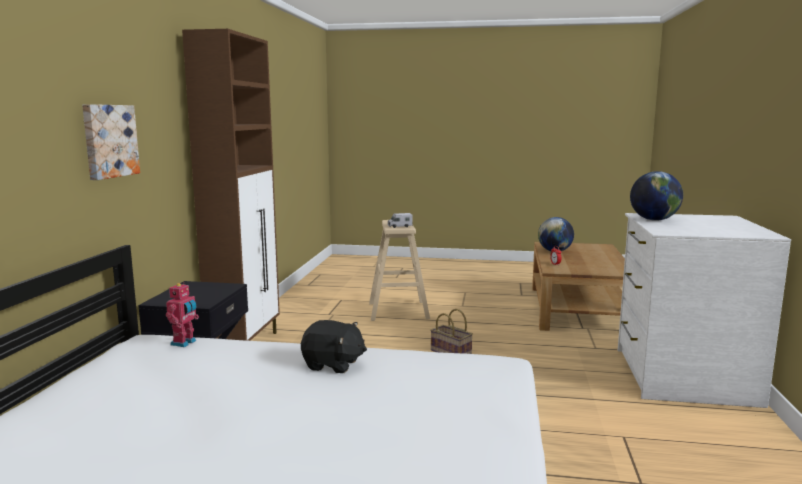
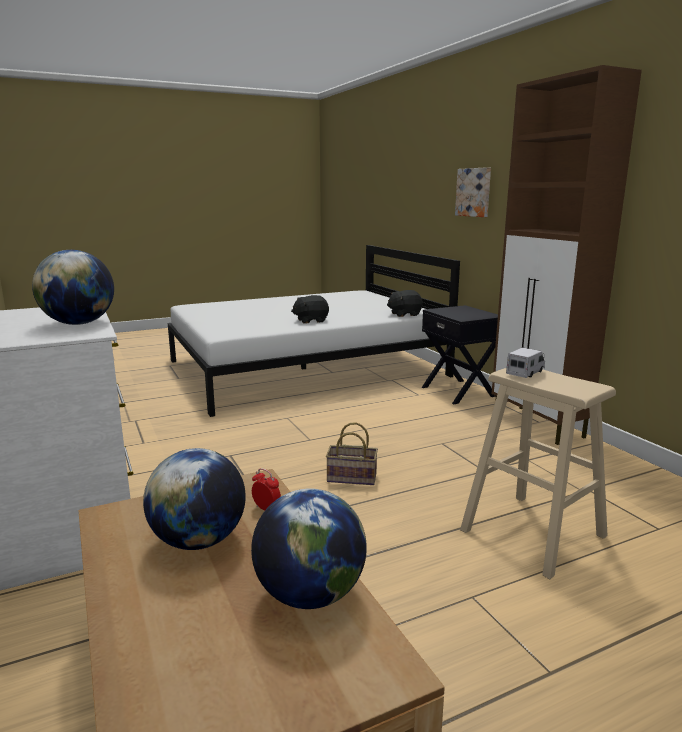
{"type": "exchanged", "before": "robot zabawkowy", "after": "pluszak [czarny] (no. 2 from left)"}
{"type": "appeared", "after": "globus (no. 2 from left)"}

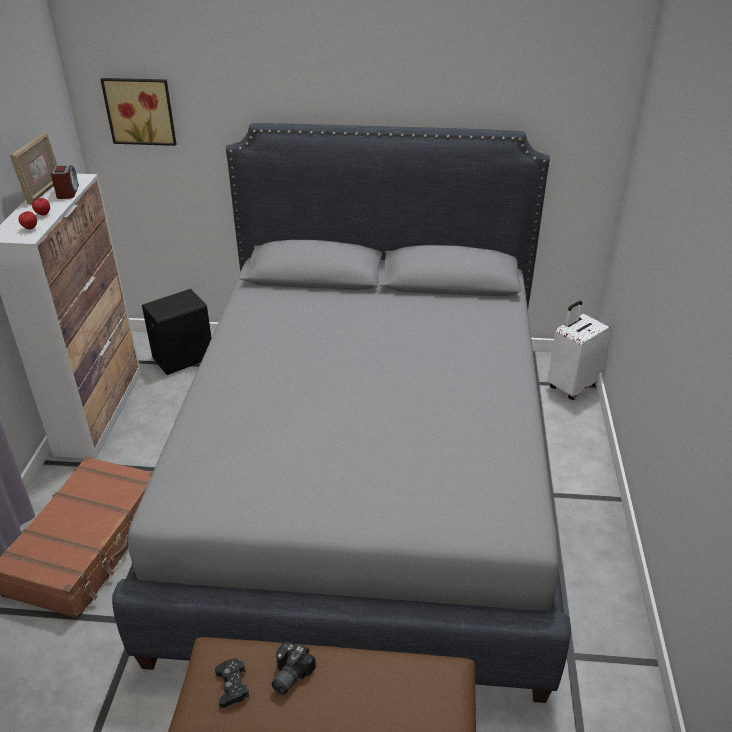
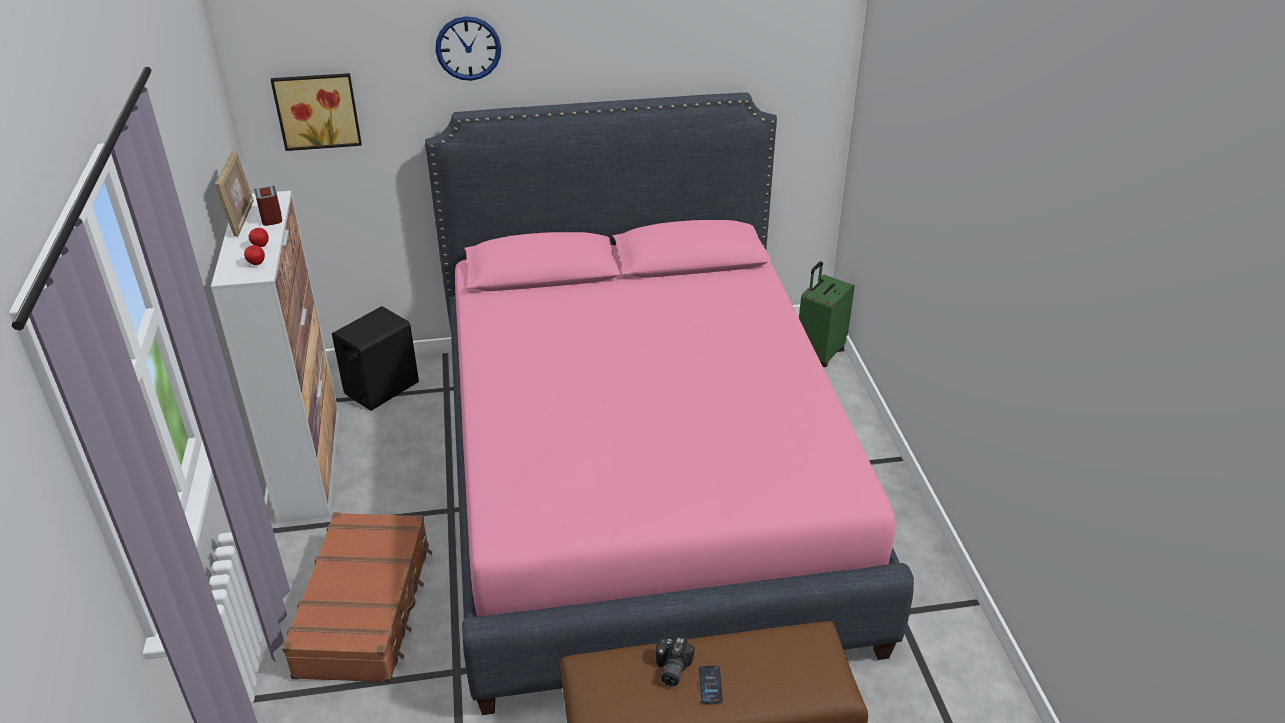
{"type": "colour", "before": "łóżko [szary]", "after": "łóżko [różowy]"}
{"type": "missing", "before": "pad do gier [czarny]"}
{"type": "colour", "before": "walizka [biały]", "after": "walizka [zielony]"}
{"type": "appeared", "after": "zegar ścienny"}
{"type": "appeared", "after": "telefon"}

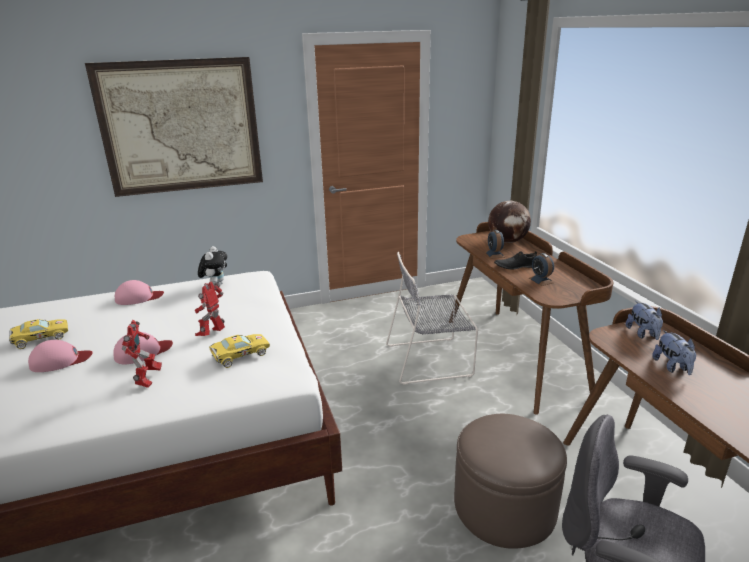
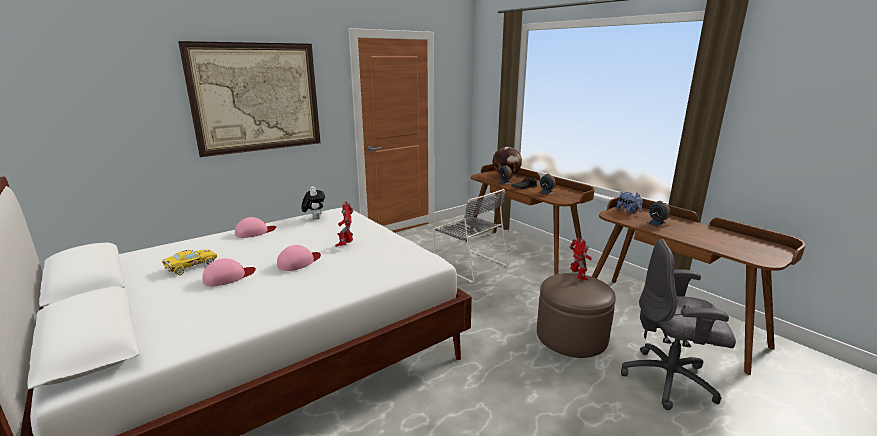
{"type": "relocated", "before": "robot zabawkowy (no. 1 from left in the first image)", "after": "robot zabawkowy (no. 2 from left)"}
{"type": "missing", "before": "samochodzik [żółty] (no. 2 from left)"}
{"type": "spun", "before": "krzesło [szary]", "turn": -105}
{"type": "exchanged", "before": "pluszak (no. 3 from left)", "after": "budzik (no. 3 from left)"}

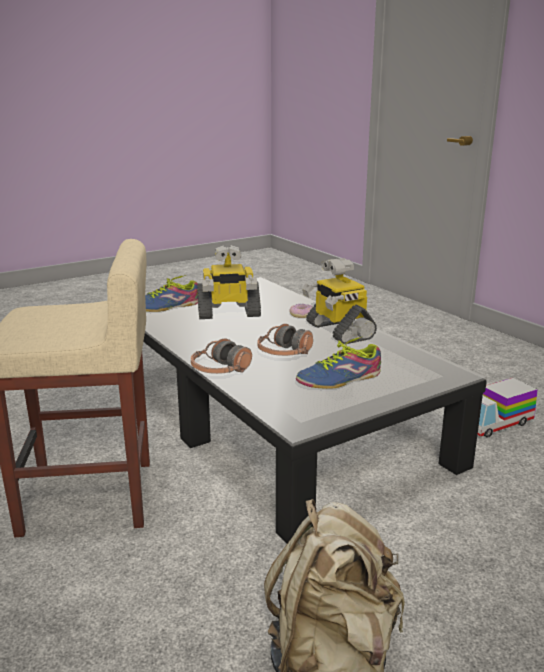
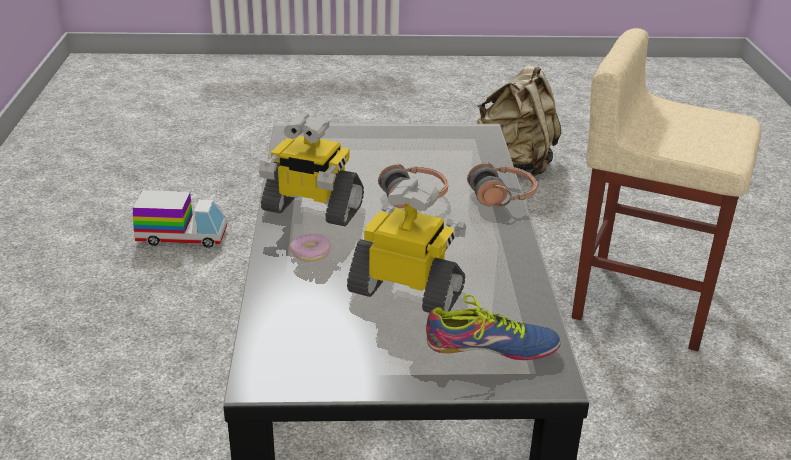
{"type": "missing", "before": "but (no. 2 from left)"}
{"type": "spun", "before": "robot zabawkowy (no. 2 from left in the first image)", "turn": 105}

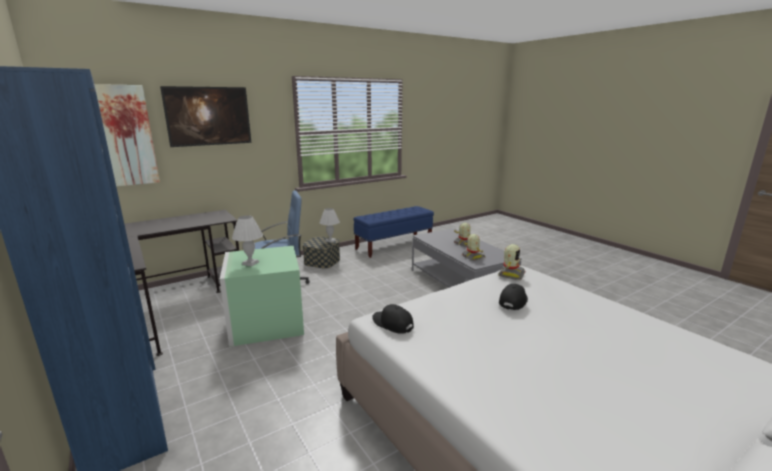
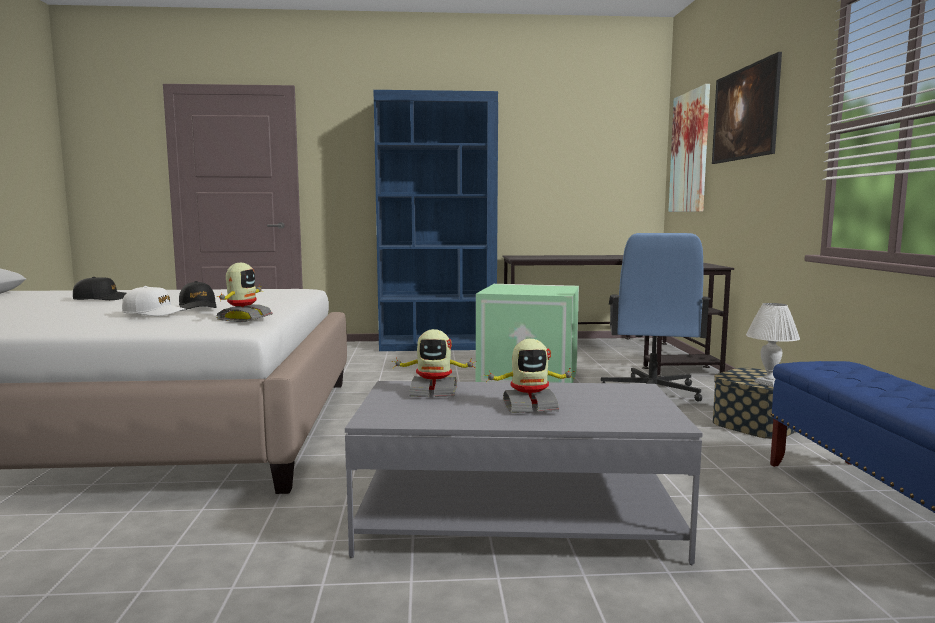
{"type": "missing", "before": "lampa stołowa [biały] (no. 1 from left)"}
{"type": "relocated", "before": "czapka z daszkiem [czarny] (no. 1 from left)"}
{"type": "spun", "before": "robot zabawkowy (no. 3 from left in the first image)", "turn": -135}
{"type": "appeared", "after": "czapka z daszkiem [biały]"}

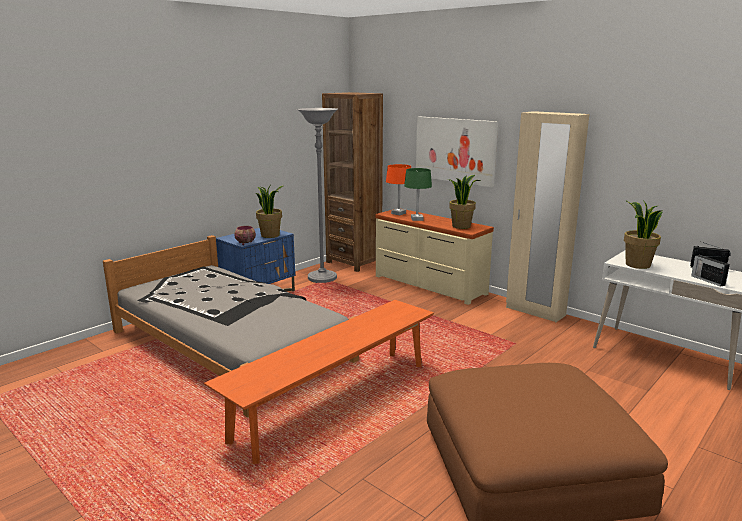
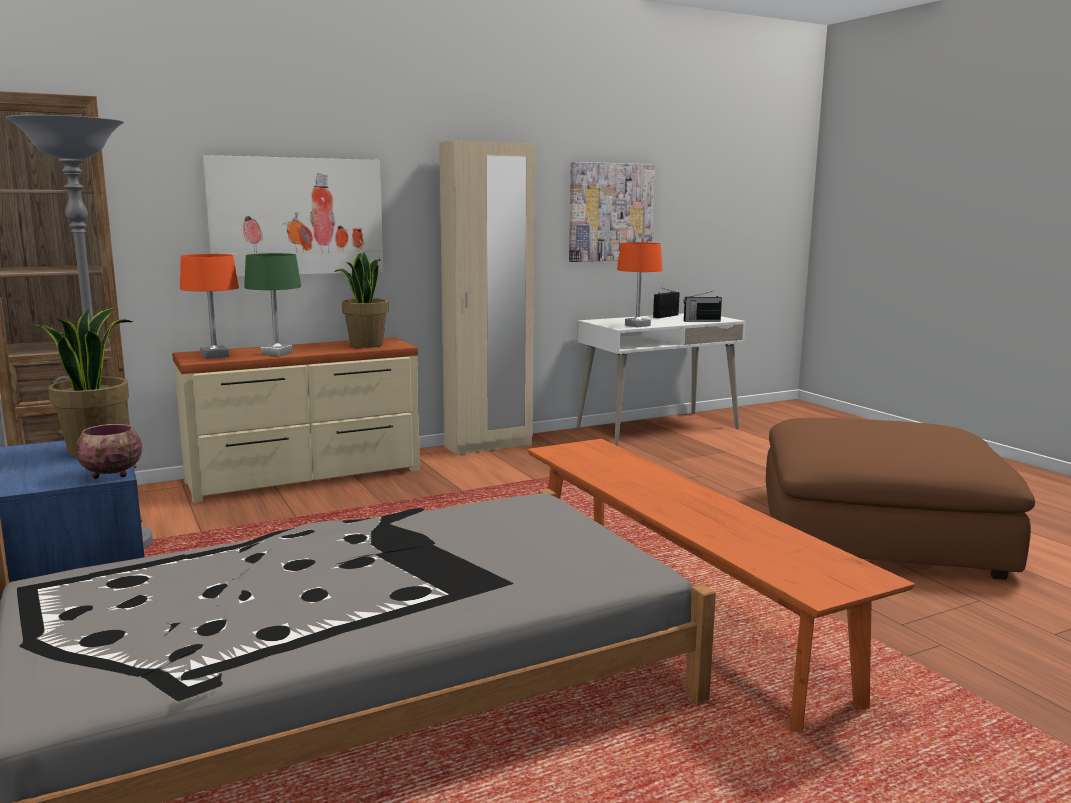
{"type": "exchanged", "before": "roślina doniczkowa (no. 3 from left)", "after": "lampa stołowa [pomarańczowy] (no. 2 from left)"}
{"type": "appeared", "after": "obraz (no. 2 from left)"}

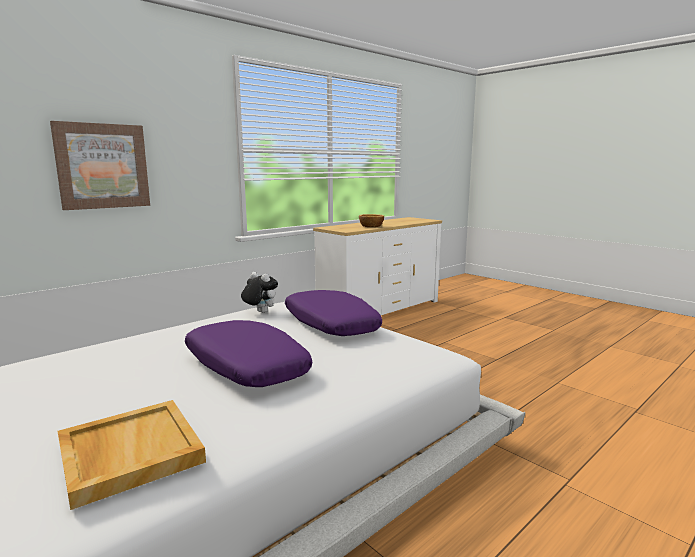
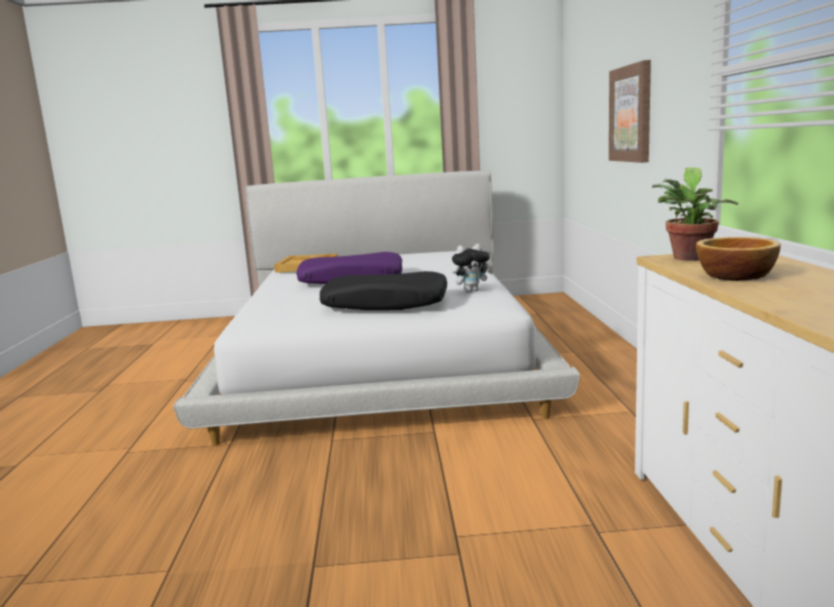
{"type": "colour", "before": "poduszka [fioletowy] (no. 2 from left)", "after": "poduszka [czarny]"}
{"type": "appeared", "after": "roślina doniczkowa"}

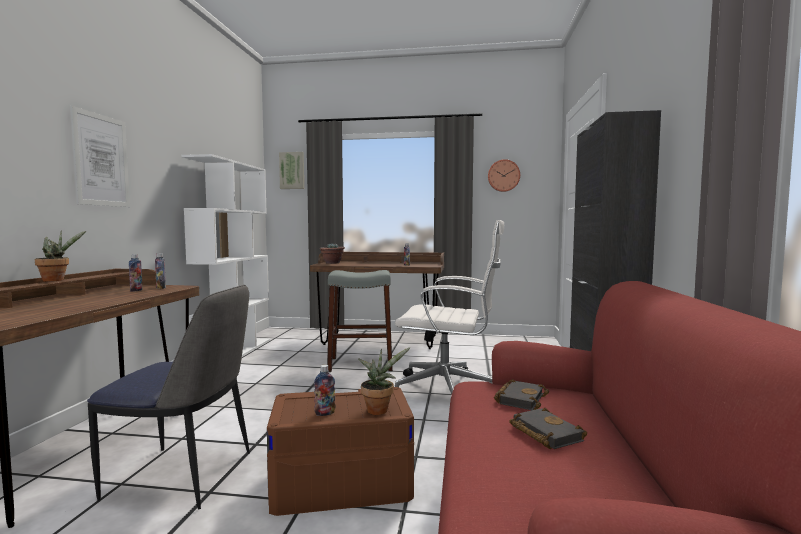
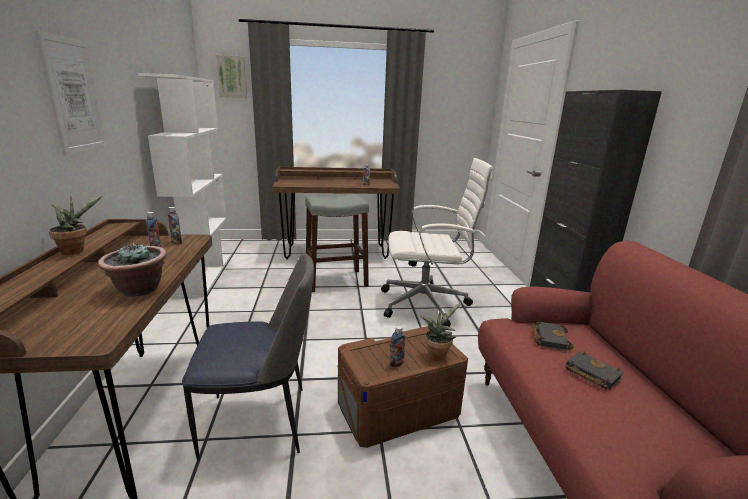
{"type": "relocated", "before": "roślina doniczkowa (no. 2 from left)"}
{"type": "missing", "before": "zegar ścienny"}

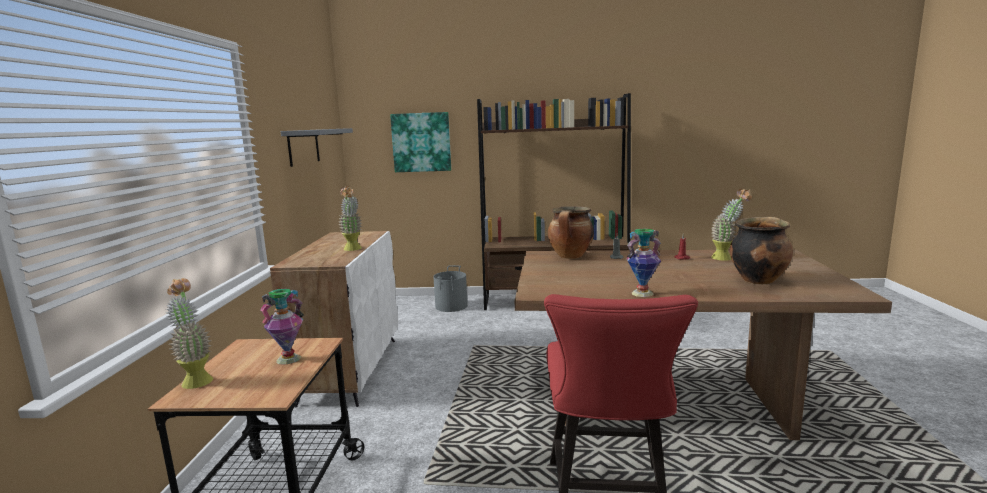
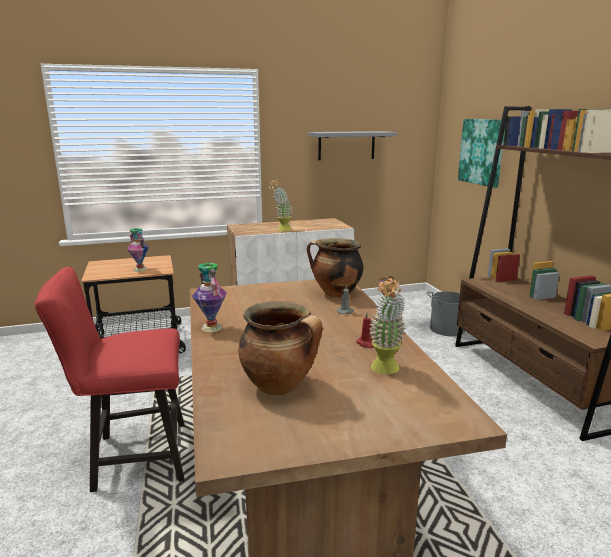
{"type": "missing", "before": "roślina doniczkowa (no. 1 from left)"}

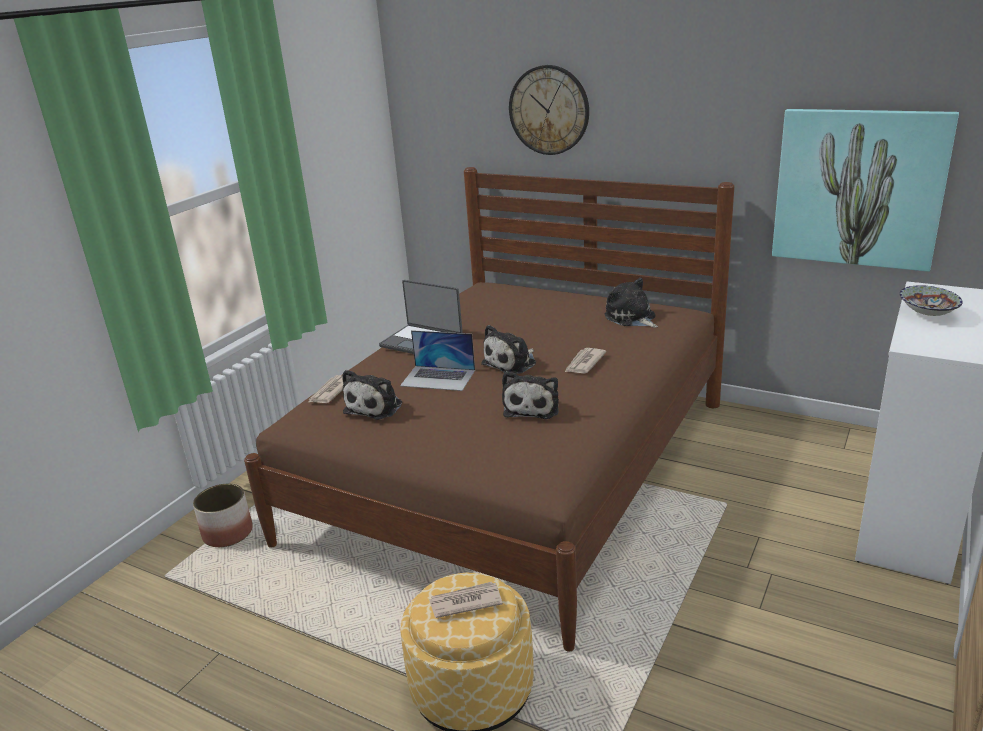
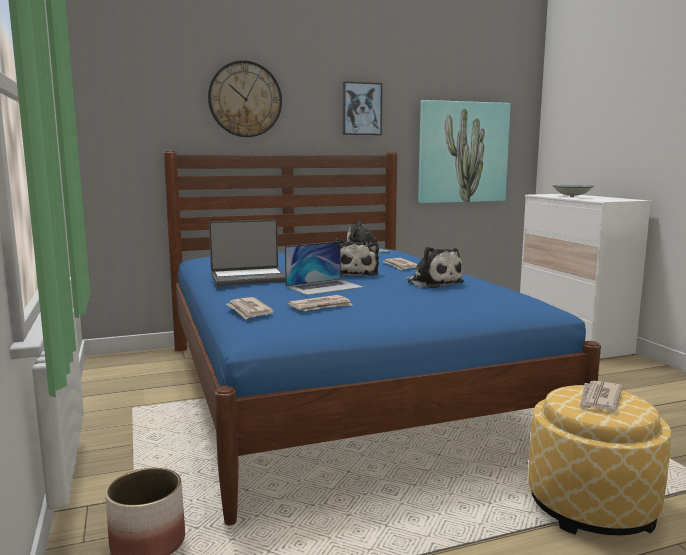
{"type": "colour", "before": "łóżko [brązowy]", "after": "łóżko [niebieski]"}
{"type": "exchanged", "before": "pluszak (no. 1 from left)", "after": "gazeta (no. 2 from left)"}
{"type": "appeared", "after": "obraz (no. 1 from left)"}

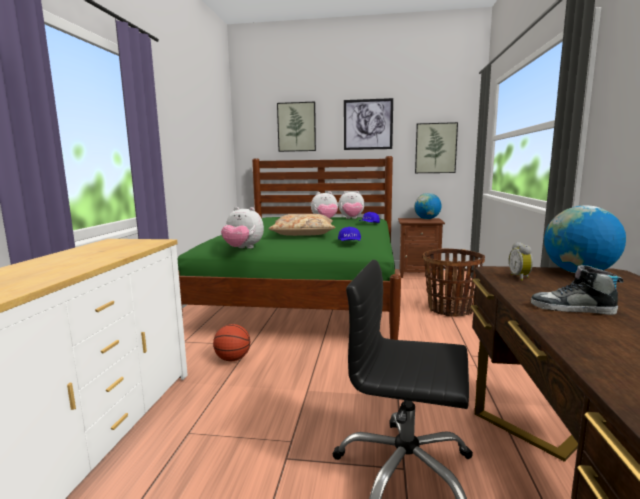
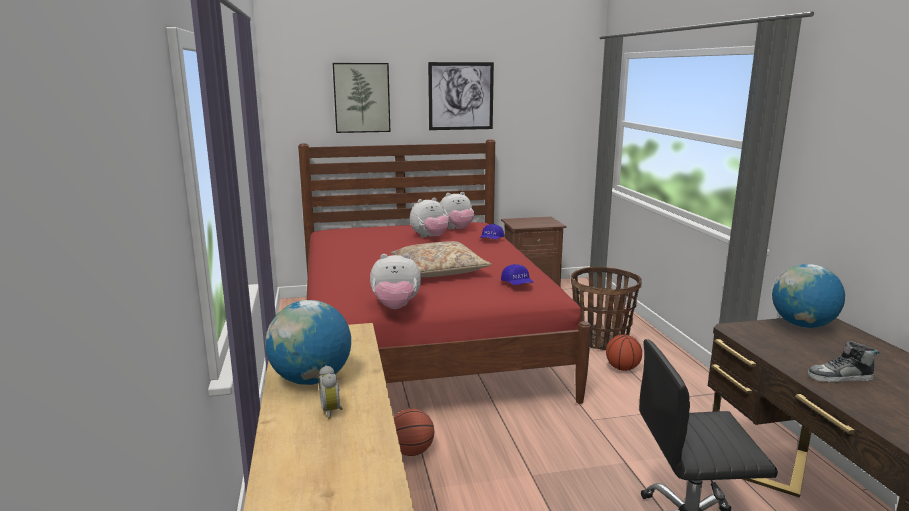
{"type": "colour", "before": "łóżko [zielony]", "after": "łóżko [czerwony]"}
{"type": "relocated", "before": "globus (no. 1 from left)"}
{"type": "missing", "before": "obraz (no. 3 from left)"}
{"type": "relocated", "before": "budzik"}
{"type": "appeared", "after": "piłka do koszykówki (no. 2 from left)"}

